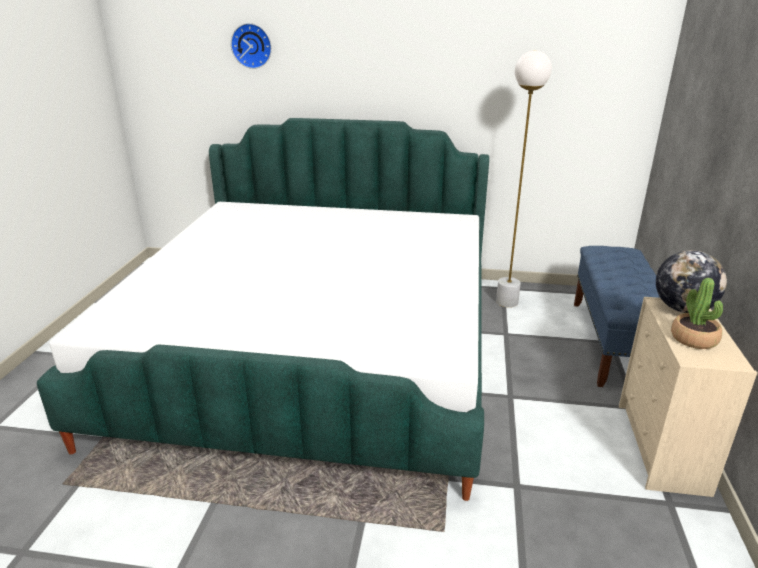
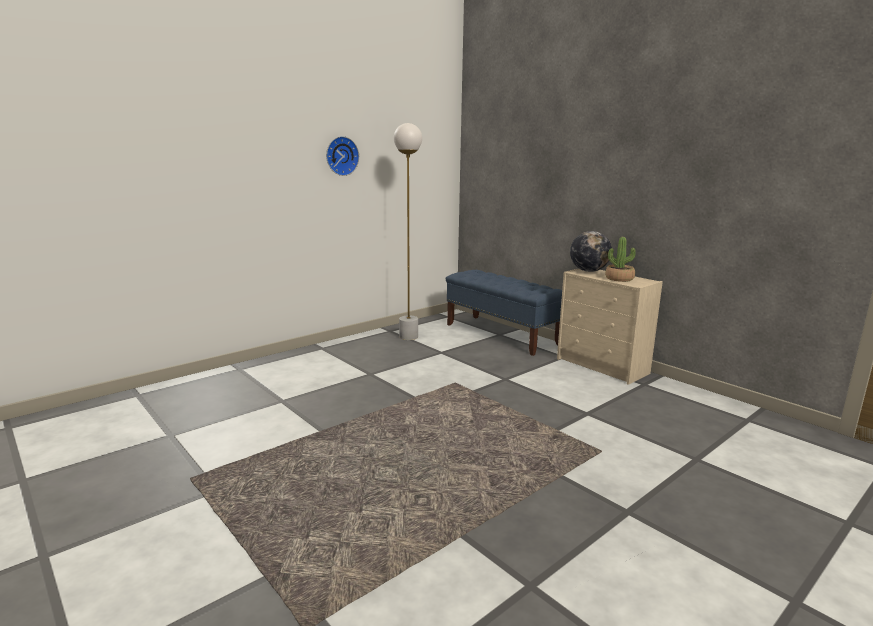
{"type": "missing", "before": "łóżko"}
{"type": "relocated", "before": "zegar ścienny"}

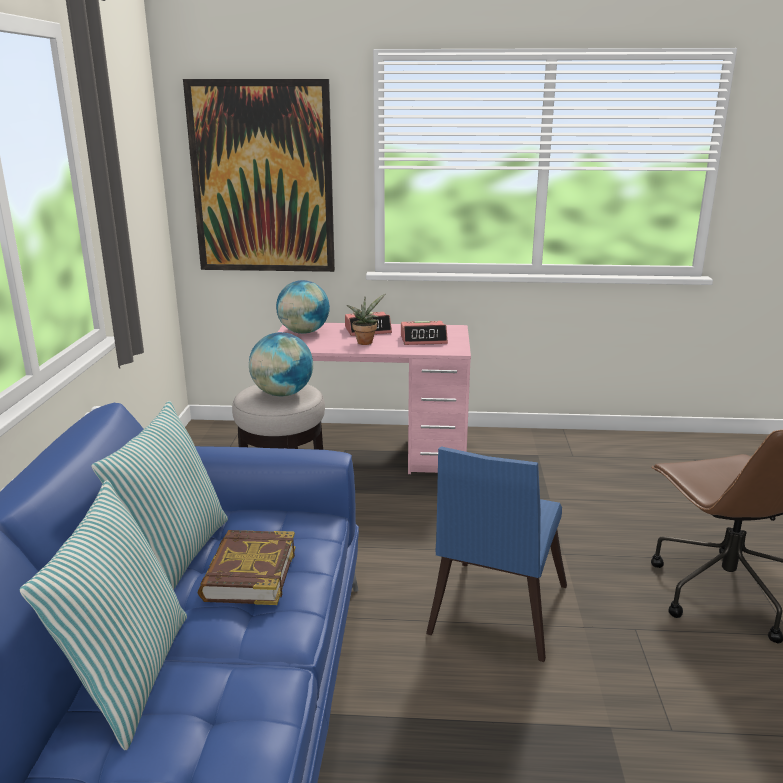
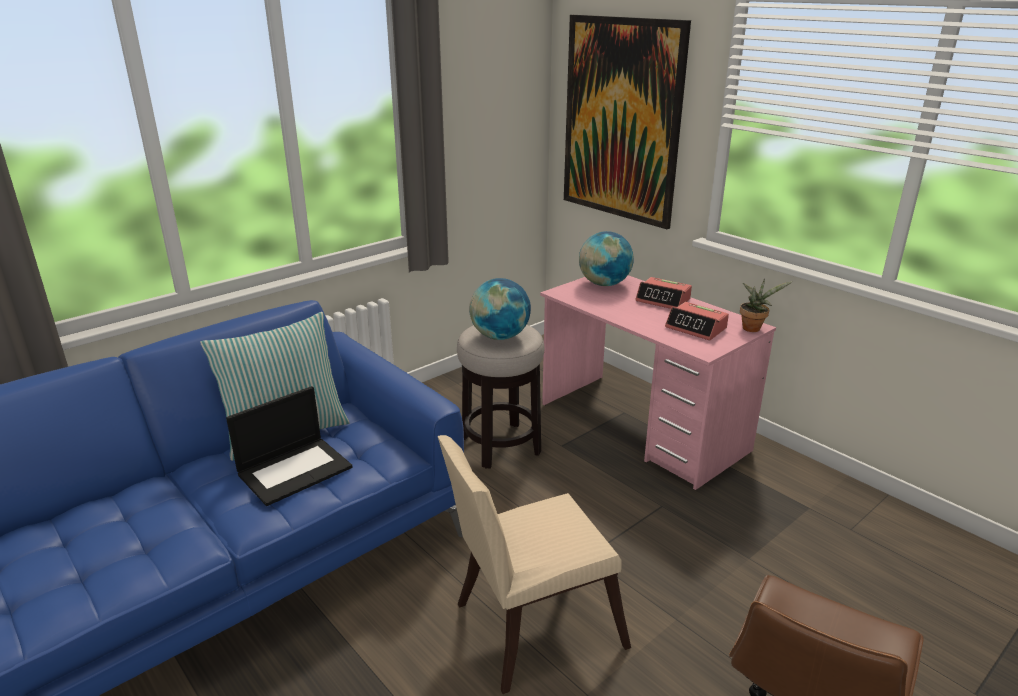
{"type": "missing", "before": "poduszka (no. 1 from left)"}
{"type": "exchanged", "before": "książka", "after": "laptop"}
{"type": "relocated", "before": "roślina doniczkowa"}
{"type": "colour", "before": "krzesło [niebieski]", "after": "krzesło [beżowy]"}

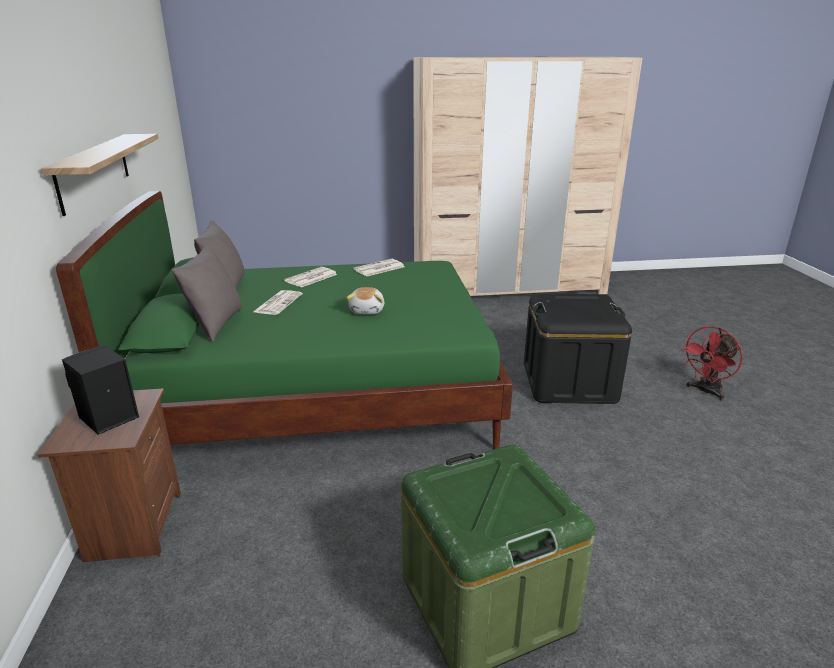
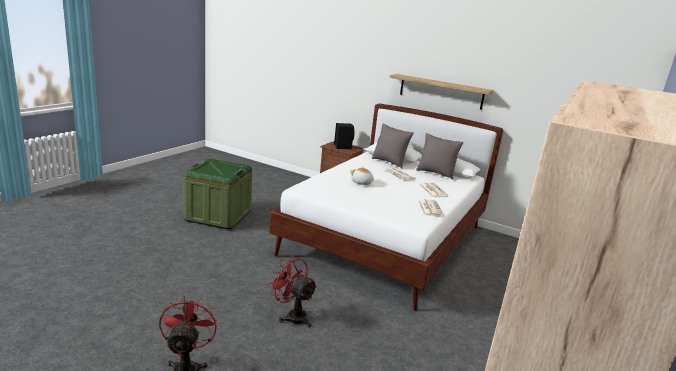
{"type": "colour", "before": "łóżko [zielony]", "after": "łóżko [biały]"}
{"type": "exchanged", "before": "pojemnik do przechowywania [czarny]", "after": "wentylator [czerwony] (no. 2 from left)"}

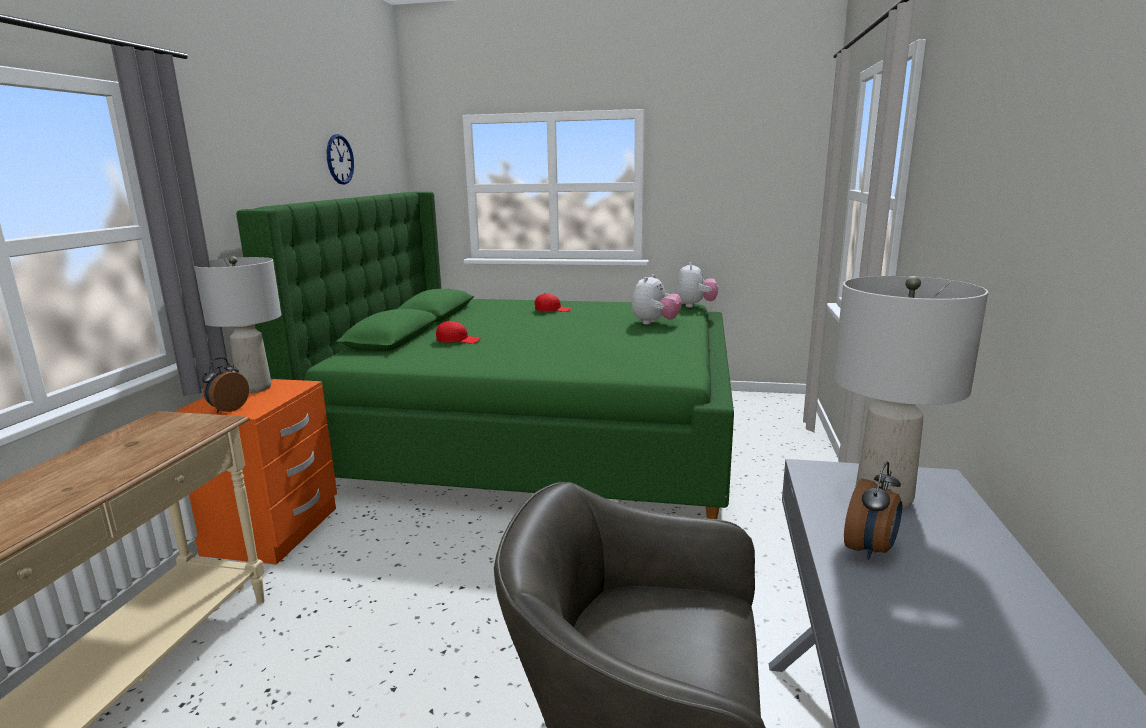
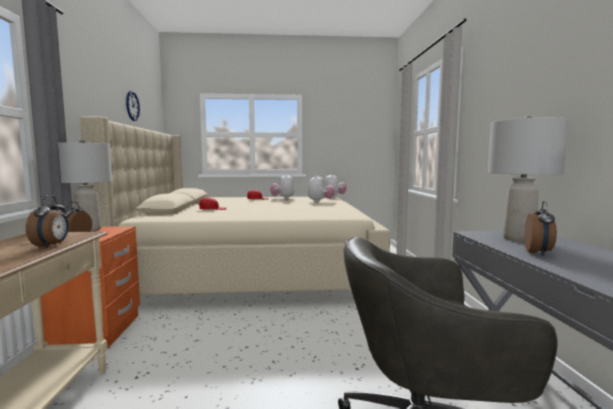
{"type": "colour", "before": "łóżko [zielony]", "after": "łóżko [beżowy]"}
{"type": "appeared", "after": "budzik (no. 1 from left)"}
{"type": "appeared", "after": "pluszak (no. 1 from left)"}

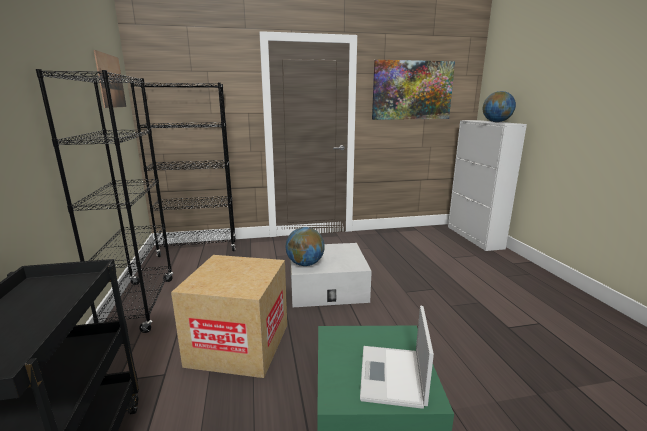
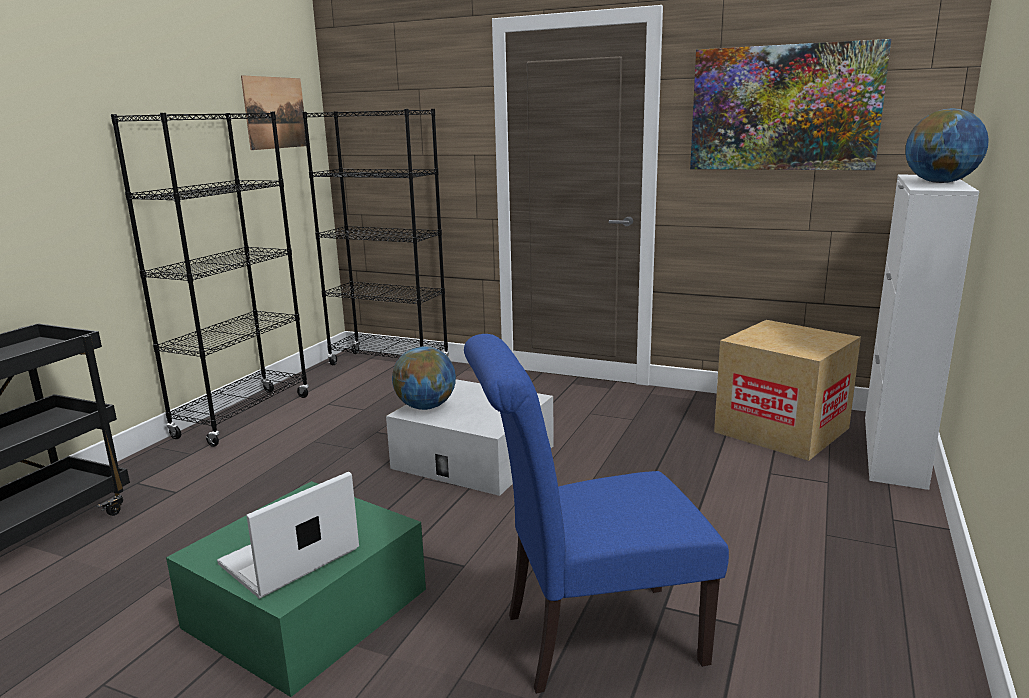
{"type": "relocated", "before": "karton"}
{"type": "appeared", "after": "krzesło [niebieski]"}

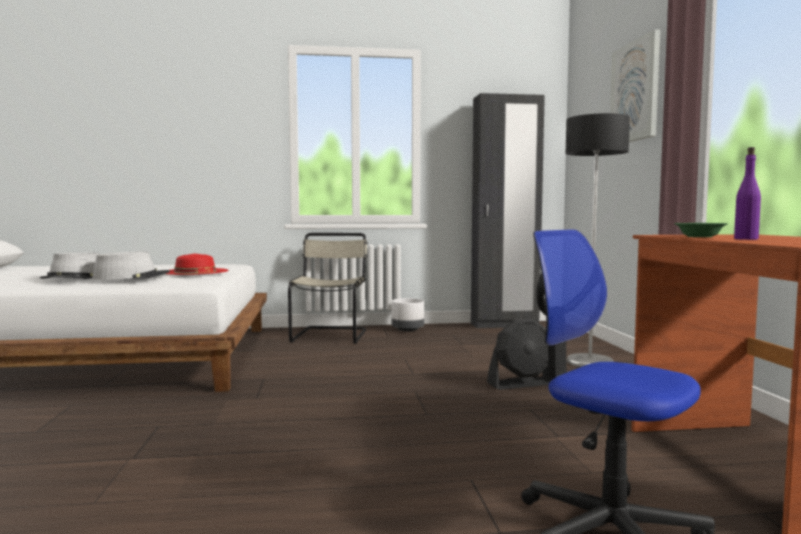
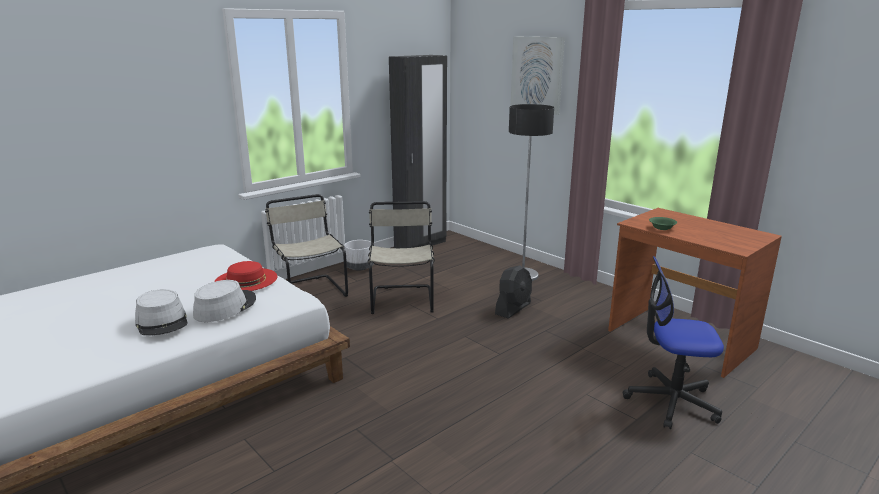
{"type": "missing", "before": "butelka [fioletowy]"}
{"type": "appeared", "after": "krzesło [beżowy] (no. 2 from left)"}

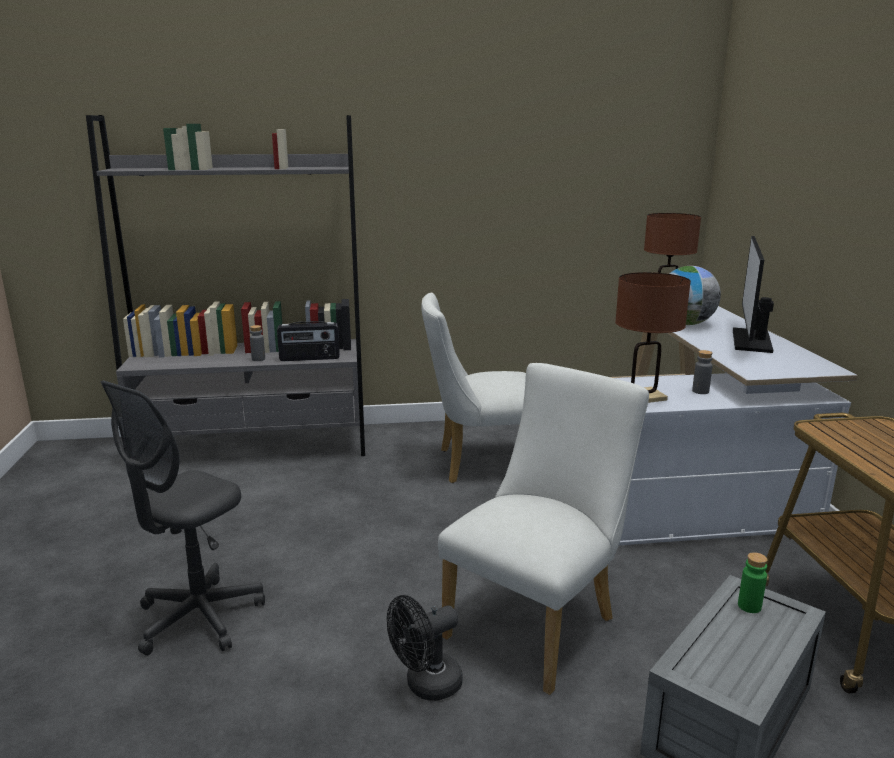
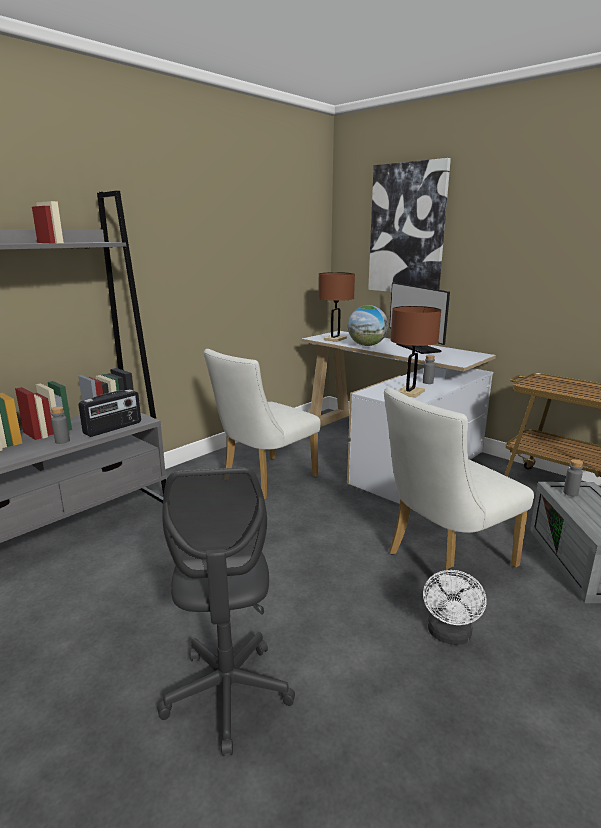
{"type": "colour", "before": "wentylator [czarny]", "after": "wentylator [biały]"}
{"type": "spun", "before": "krzesło [biały] (no. 2 from left)", "turn": -120}
{"type": "colour", "before": "butelka [zielony]", "after": "butelka [szary] (no. 3 from left)"}
{"type": "appeared", "after": "obraz"}

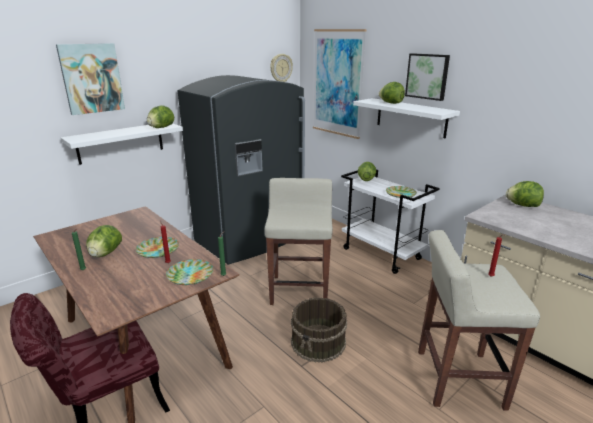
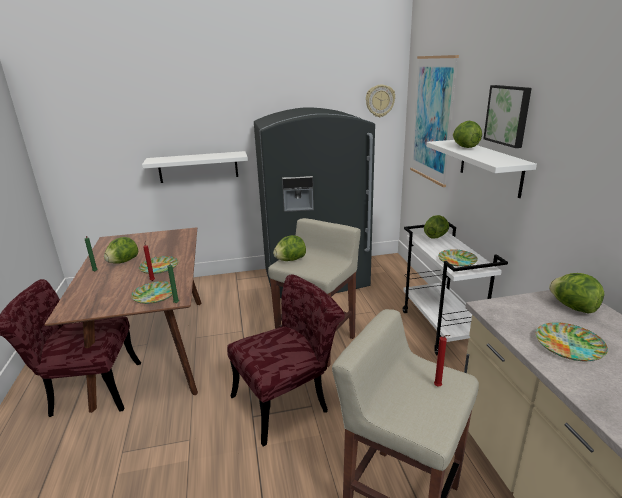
{"type": "missing", "before": "obraz (no. 1 from left)"}
{"type": "relocated", "before": "sałata (no. 2 from left)"}
{"type": "exchanged", "before": "wiadro [brązowy]", "after": "krzesło [czerwony] (no. 2 from left)"}
{"type": "appeared", "after": "talerz (no. 4 from left)"}

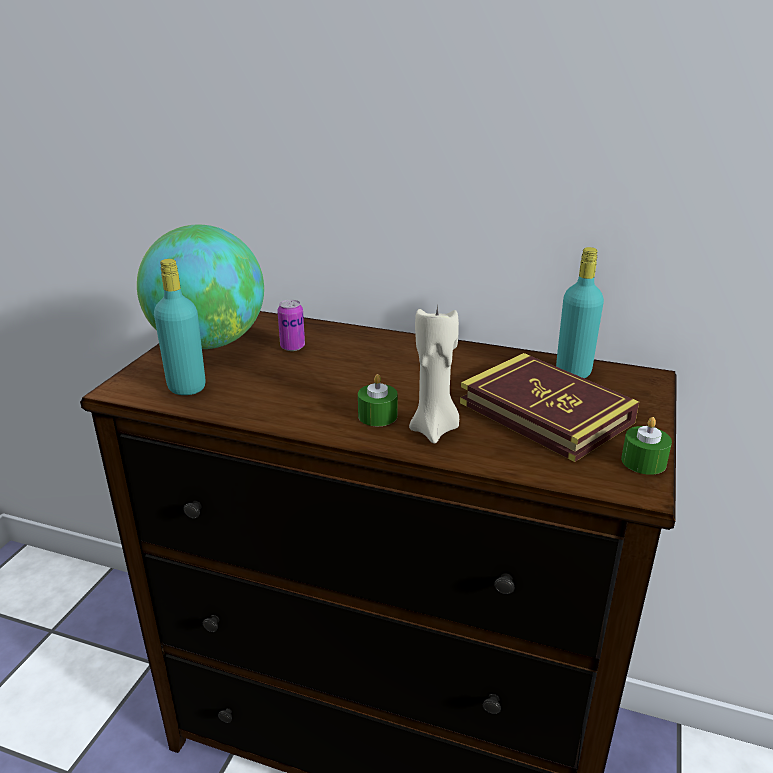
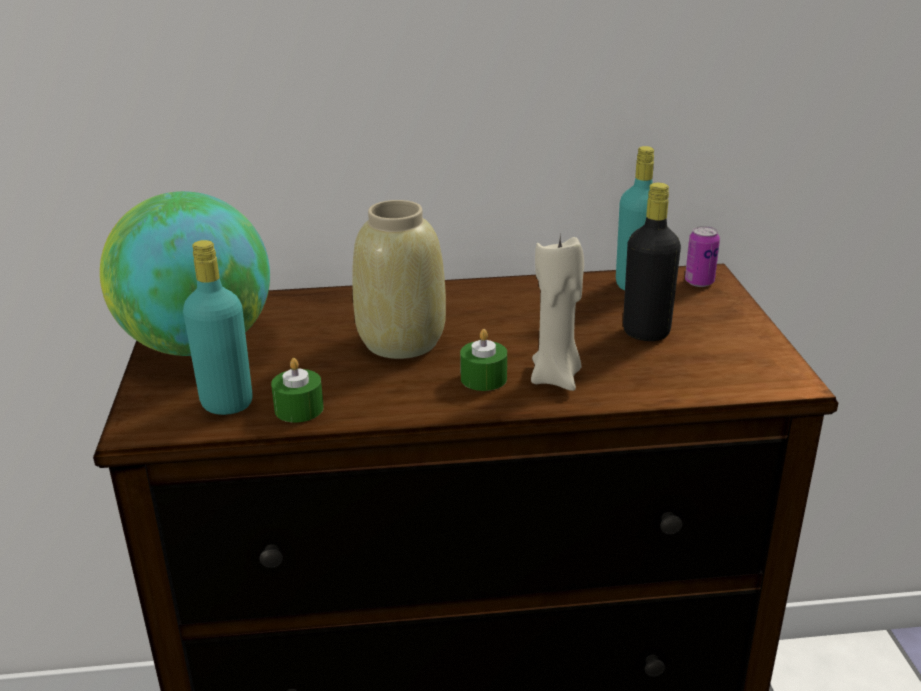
{"type": "relocated", "before": "puszka"}
{"type": "exchanged", "before": "książka", "after": "butelka [czarny]"}
{"type": "relocated", "before": "świeca [zielony] (no. 2 from left in the first image)", "after": "świeca [zielony] (no. 1 from left)"}
{"type": "appeared", "after": "wazon [beżowy]"}

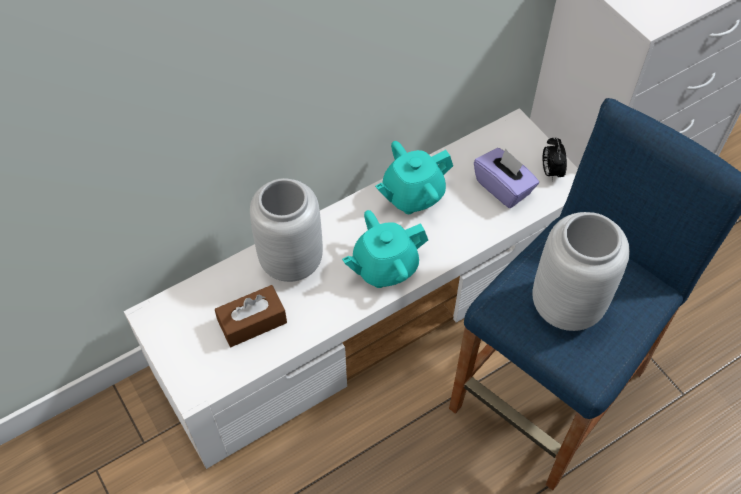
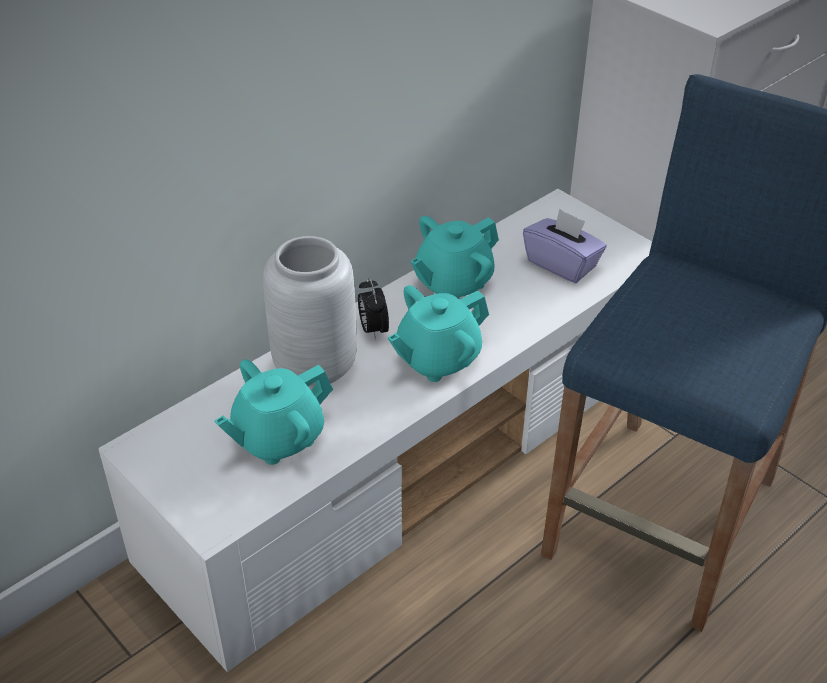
{"type": "exchanged", "before": "pudełko chusteczek [brązowy]", "after": "imbryk [turkusowy] (no. 1 from left)"}
{"type": "missing", "before": "wazon [szary] (no. 2 from left)"}
{"type": "relocated", "before": "budzik"}

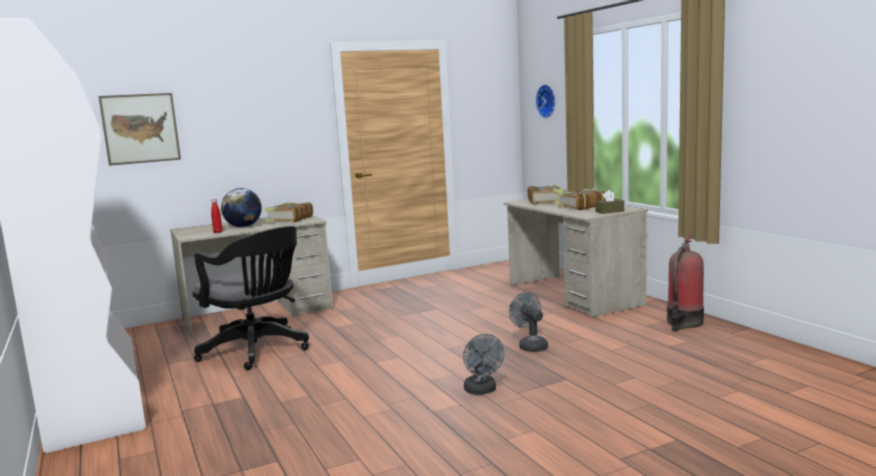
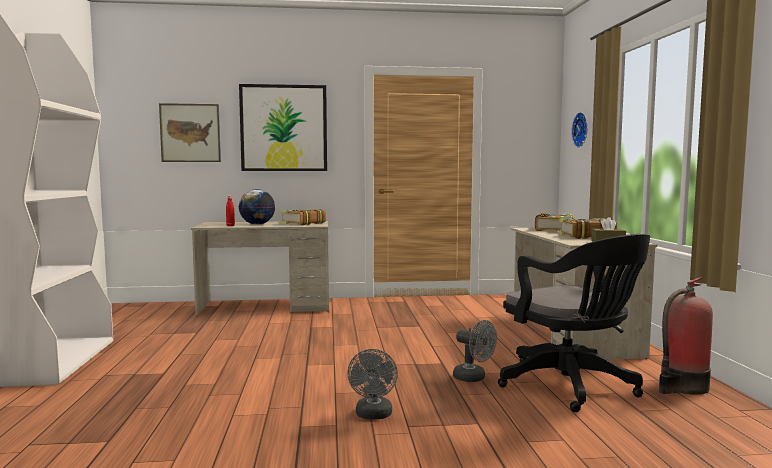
{"type": "relocated", "before": "krzesło biurowe [czarny]"}
{"type": "spun", "before": "wentylator [szary] (no. 2 from left)", "turn": 135}
{"type": "appeared", "after": "obraz (no. 2 from left)"}

